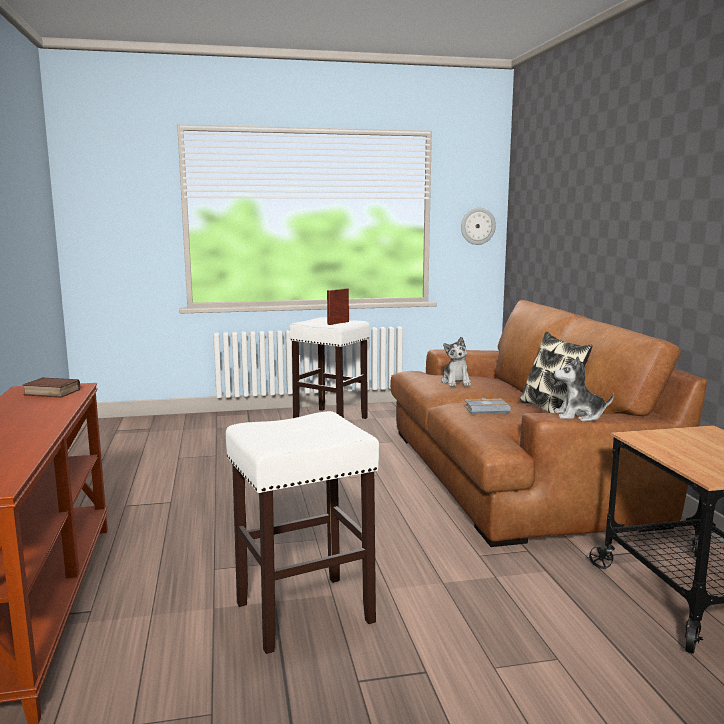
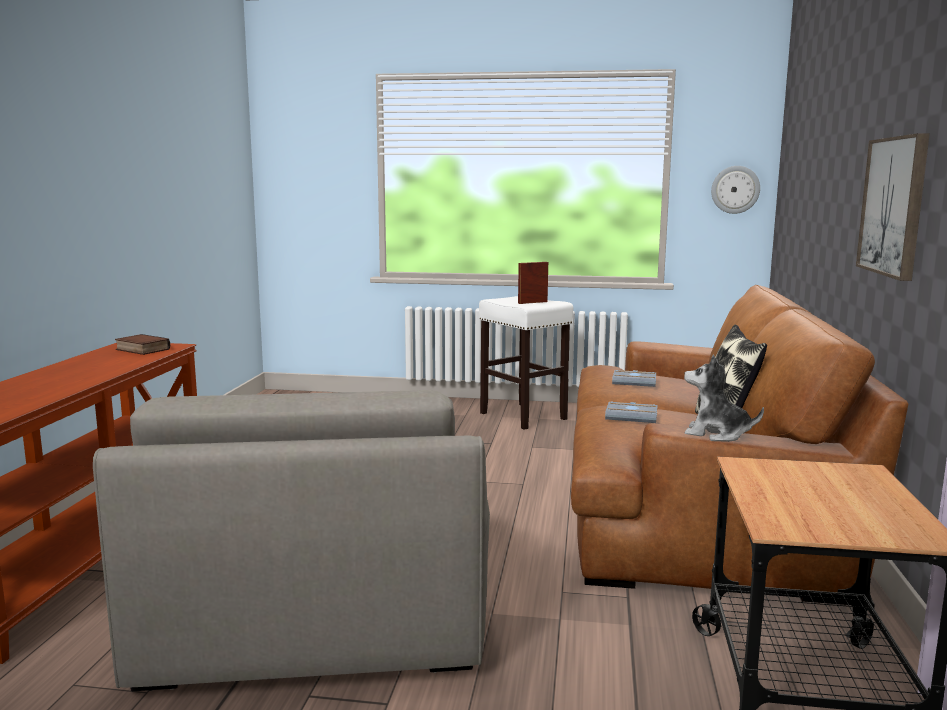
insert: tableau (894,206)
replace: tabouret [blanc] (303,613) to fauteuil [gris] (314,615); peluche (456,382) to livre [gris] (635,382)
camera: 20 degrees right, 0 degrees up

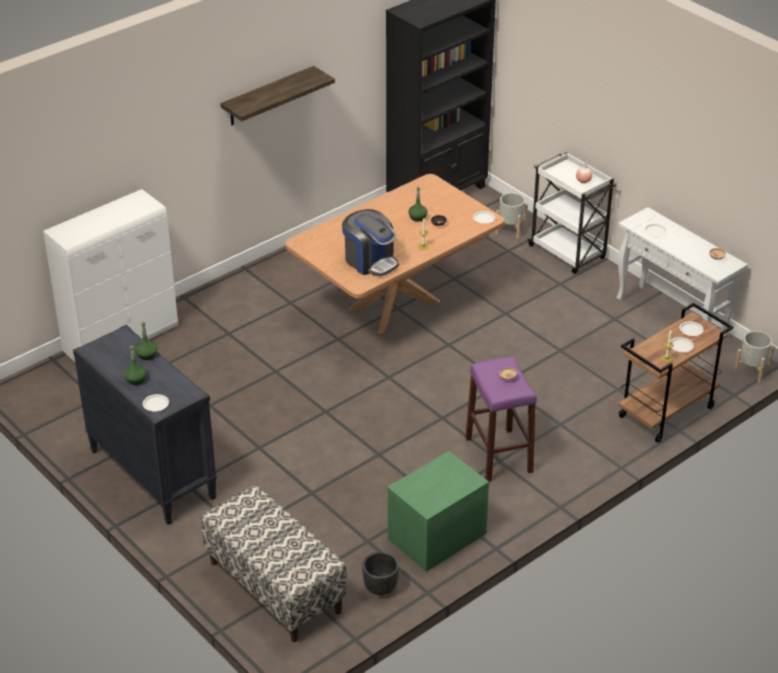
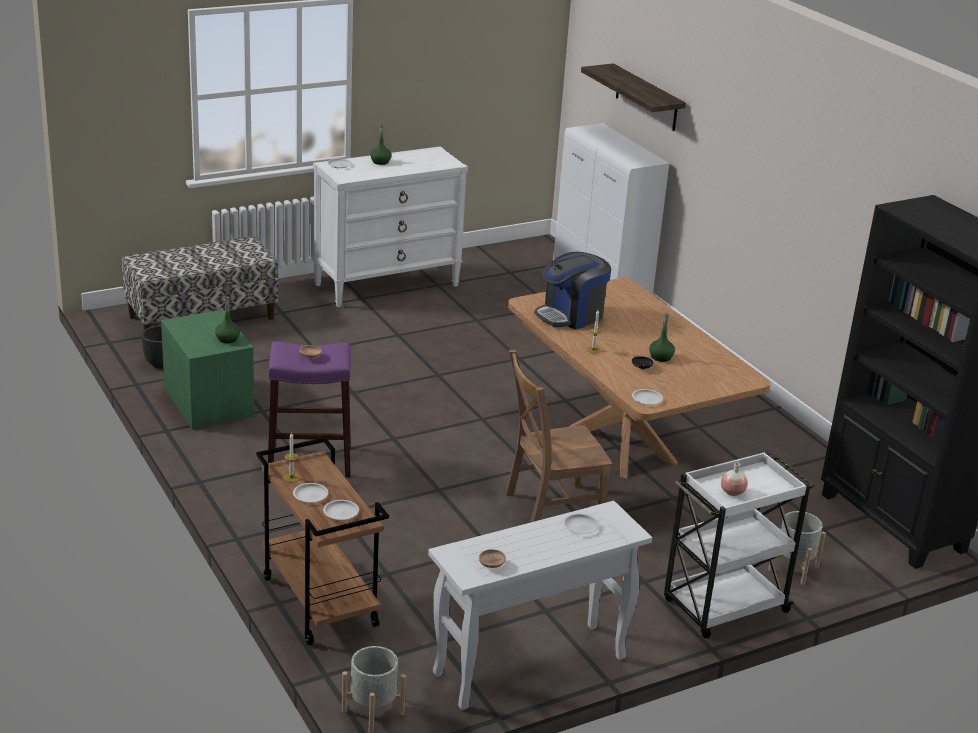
insert: chaise [marron] (549,509)
move: bouteille [vert] (146,355) to (227,339); étagère (268,96) to (646,98)
recolor: commode [noir] (152,474) to commode [blanc] (387,285)
camera: 100 degrees right, 10 degrees down

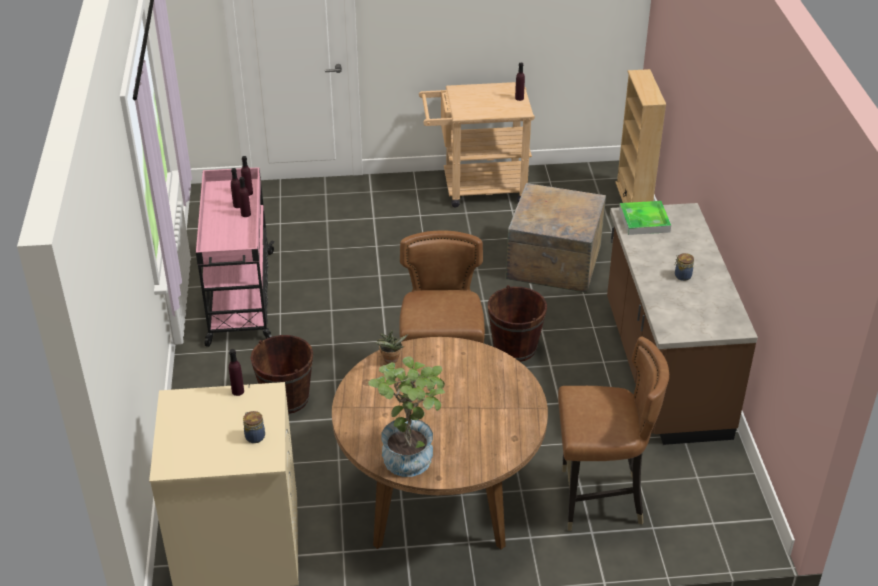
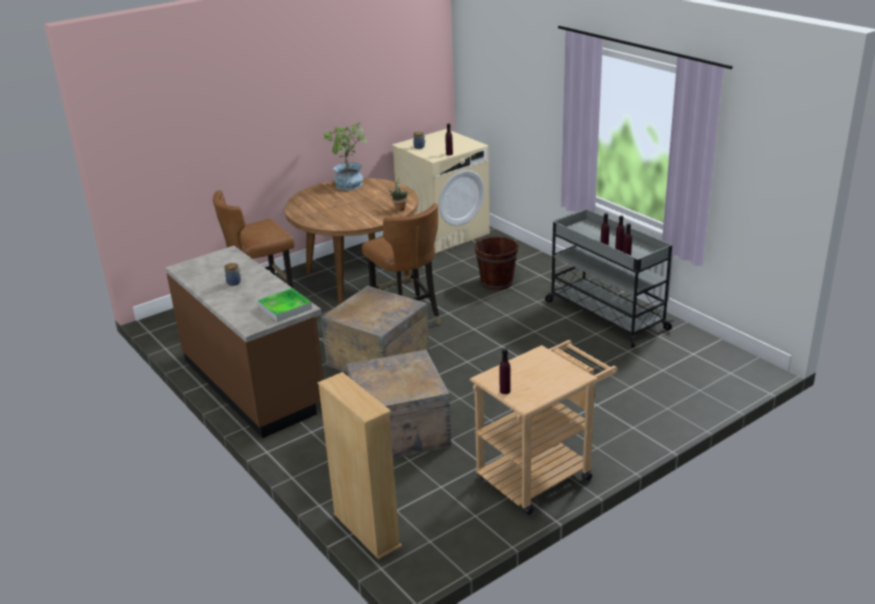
replace: seau [marron] (515,348) to caisse (378,357)
recolor: chariot [rose] (240,298) to chariot [gris] (605,314)
camera: 150 degrees right, 10 degrees down

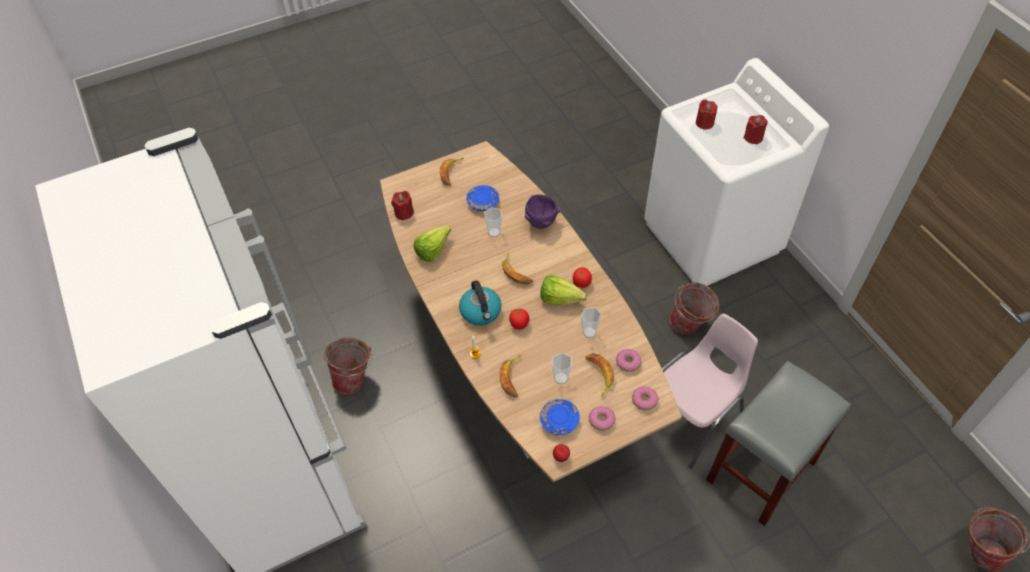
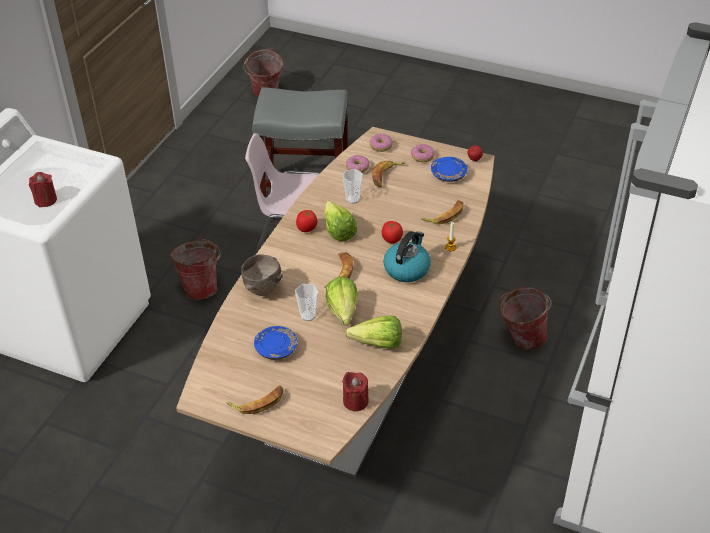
delete: tasse (561,378); bougie [rouge] (753,137)
insert: laitue (342,315)
move: seau (355,379) to (520,339)
recolor: bol [violet] (541,224) to bol [marron] (262,290)
camera: 130 degrees left, 10 degrees down

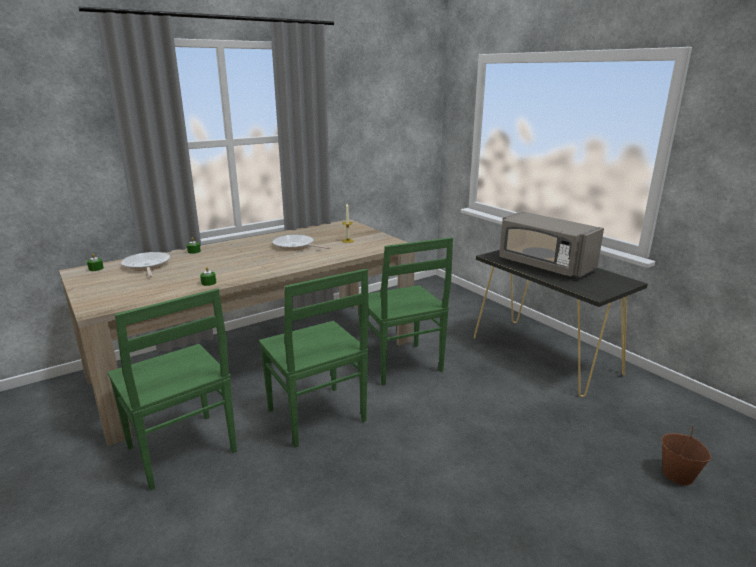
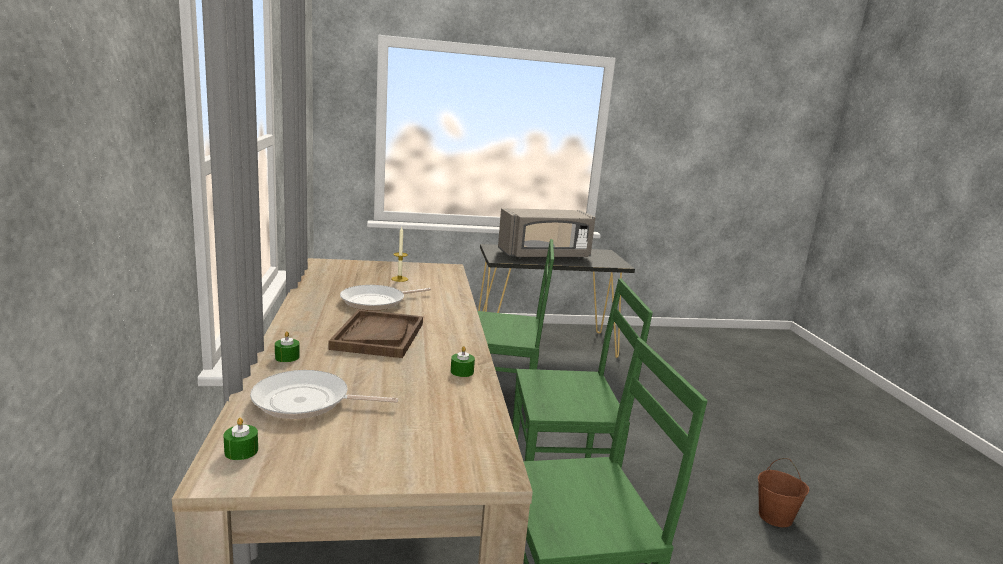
insert: plateau [marron] (378,336)
move: seau [marron] (678,475) to (775,517)
camera: 65 degrees left, 5 degrees down

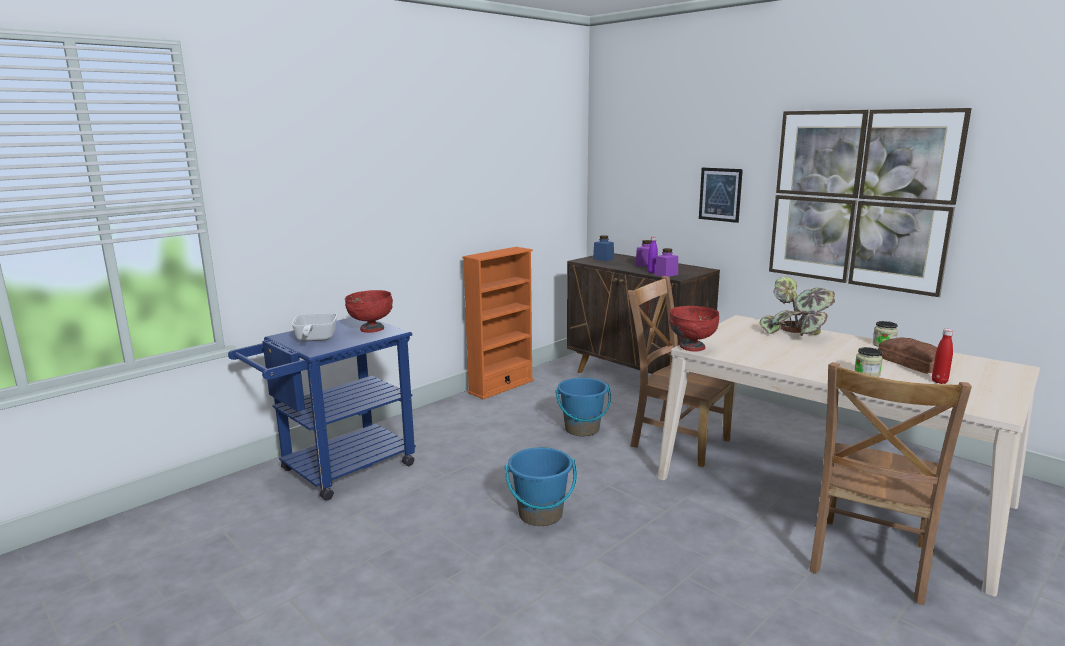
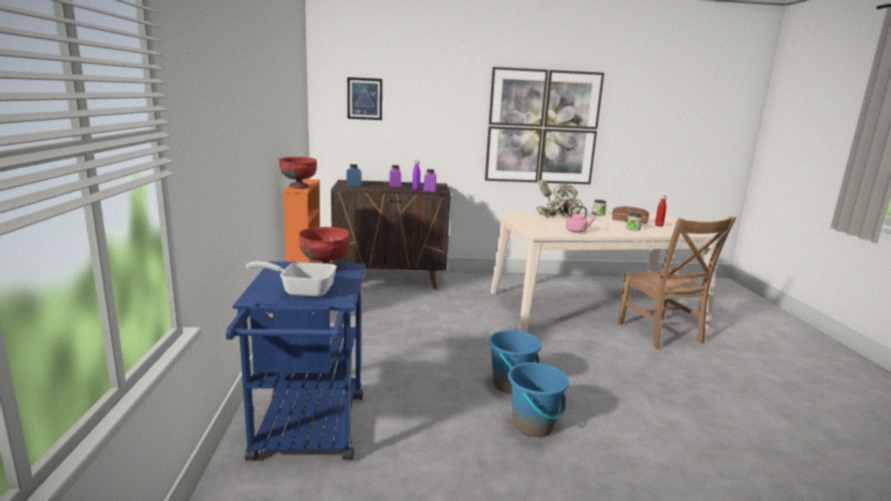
delete: chaise [marron] (676,441)
insert: bouilloire [rose] (577,231)
move: bol [rouge] (692,347) to (298,187); tableau (720,194) to (364,98); seau [bleu] (582,429) to (533,425)
rotate: poêle (314,339) = (302,291) 150 degrees clockwise
camera: 50 degrees left, 0 degrees up

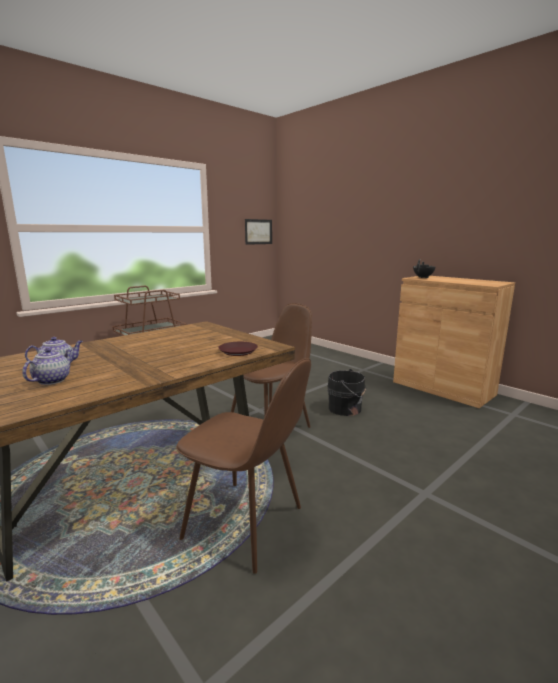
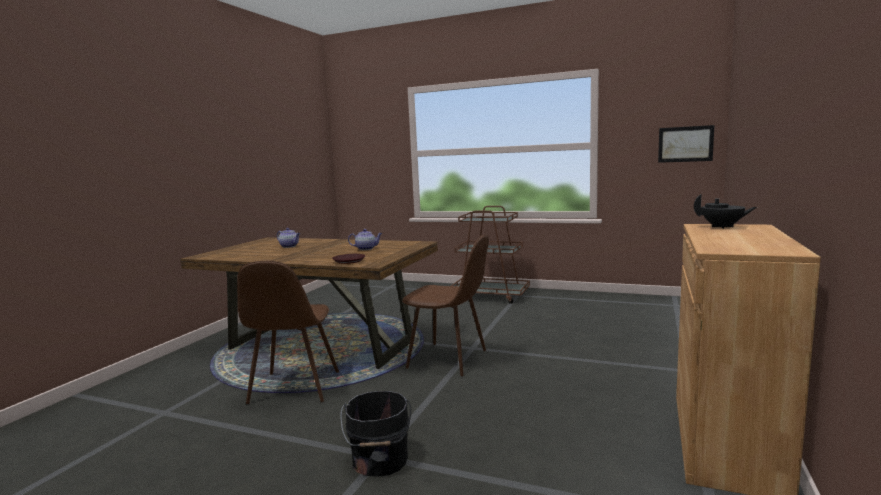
move: seau [noir] (346,409) to (379,461); théière (52,380) to (366,248)
camera: 65 degrees right, 5 degrees down

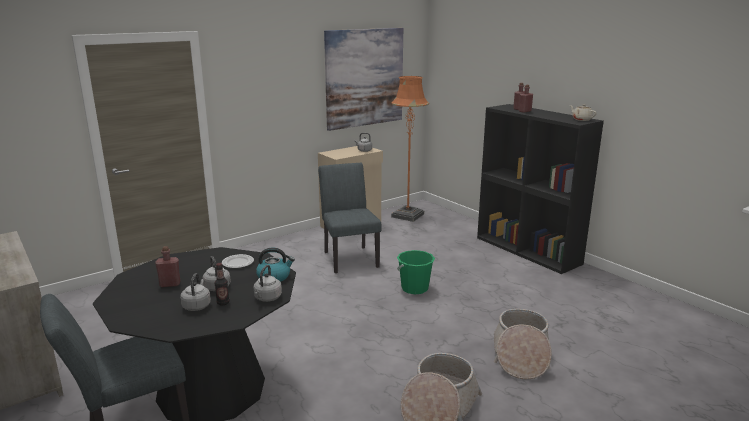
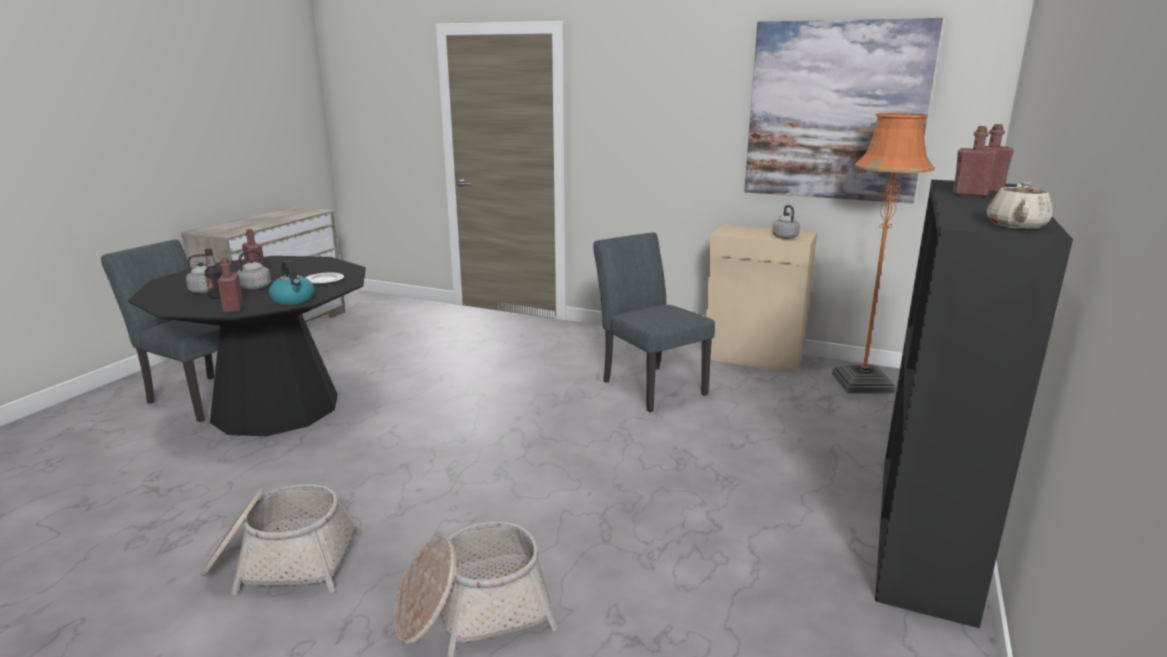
delete: seau [vert] (414,288)
replace: bouilloire [gris] (267,298) to bouteille [rouge] (233,309)
rotate: chaise [gris] (349,257) = (648,385) 75 degrees counterclockwise
camera: 60 degrees right, 0 degrees up

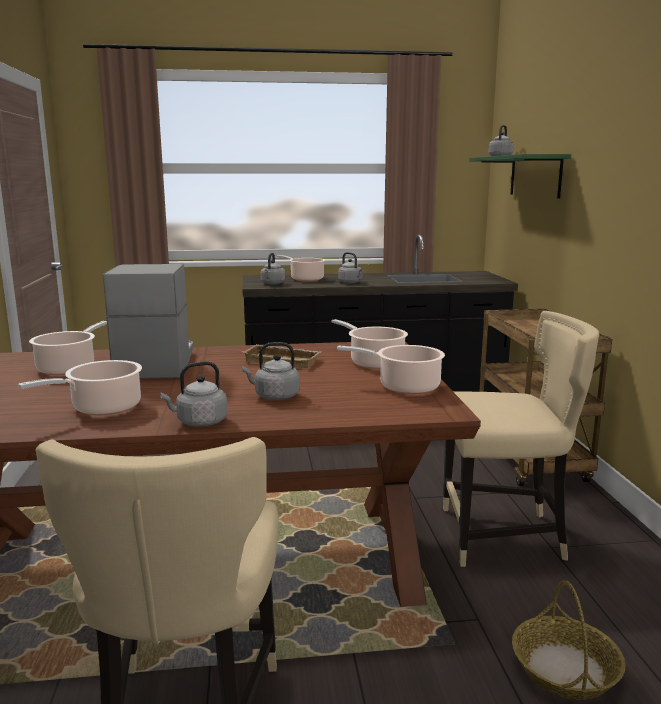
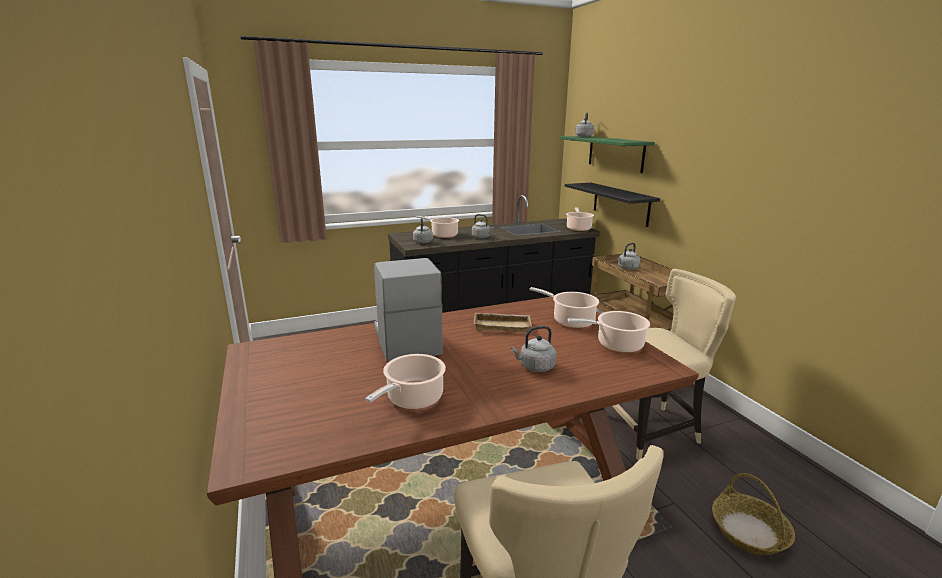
insert: étagère [noir] (620,203)
move: marmite (69,368) to (578,228); bouilloire [gris] (199,422) to (627,268)
camera: 15 degrees left, 5 degrees up

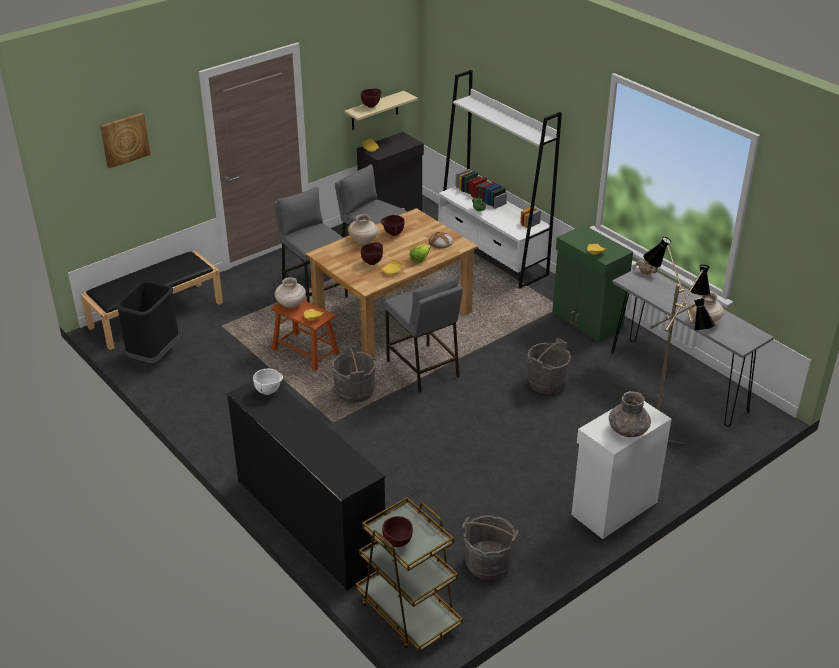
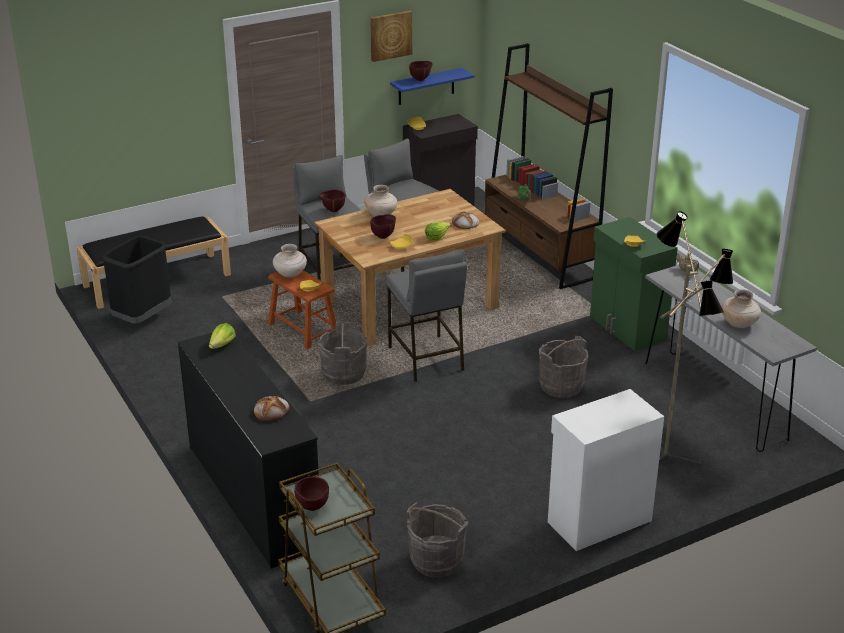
delete: vase [gris] (628,430)
insert: pain (272,411)
move: bol [marron] (392,234) to (332,210); tableau (124,139) to (390,35)
replace: bol [blanc] (269,392) to laitue (222,345)
recolor: étagère [beige] (374,111) to étagère [bleu] (426,86); bibliothèque [blanc] (492,256) to bibliothèque [marron] (539,255)
camera: 10 degrees right, 5 degrees down

